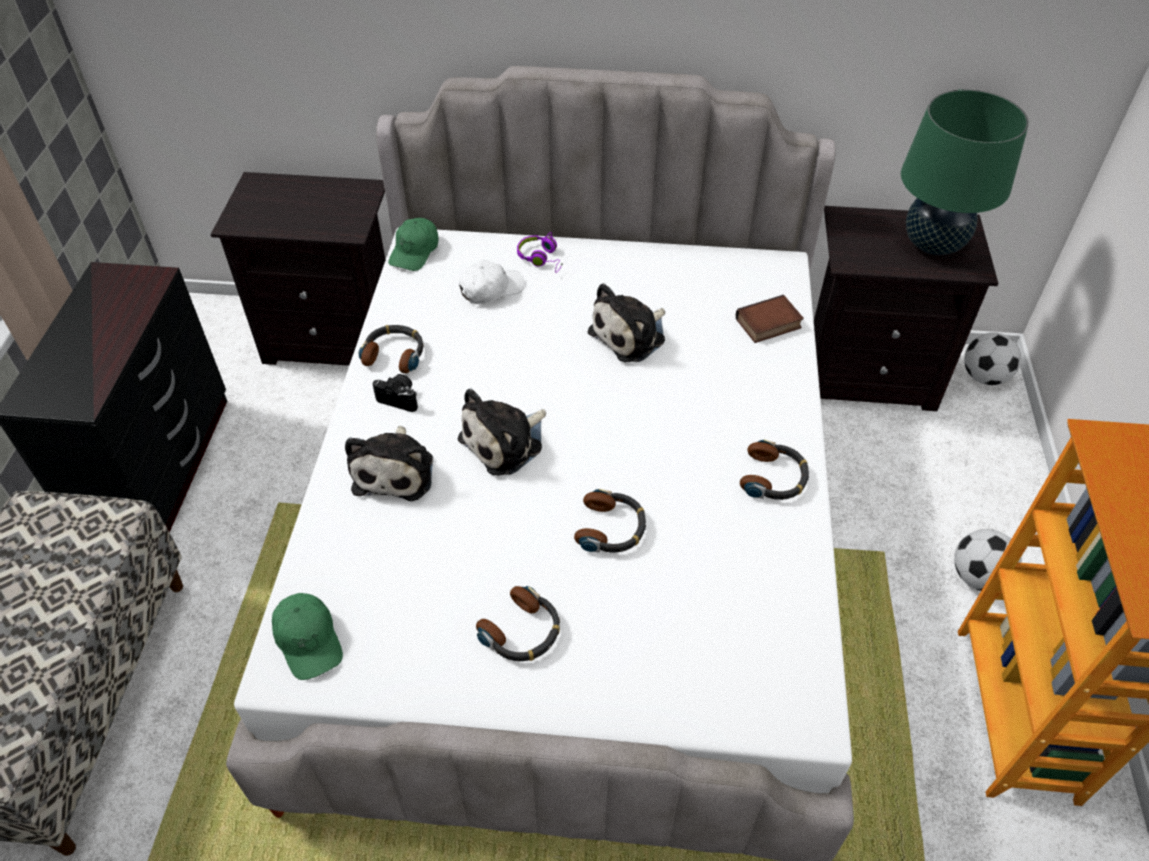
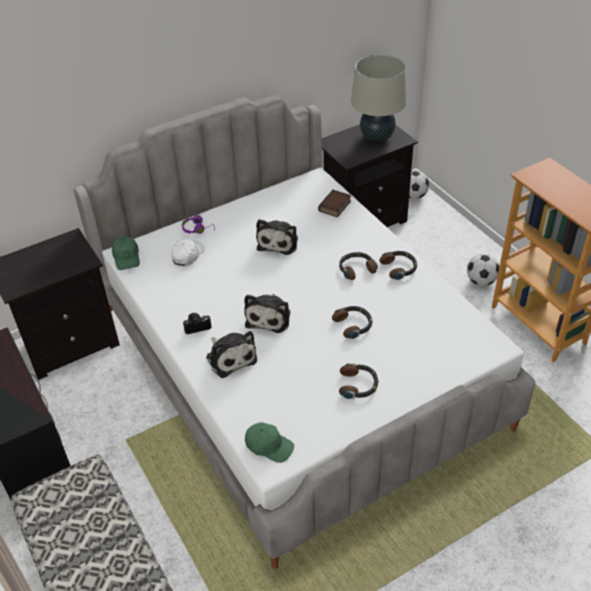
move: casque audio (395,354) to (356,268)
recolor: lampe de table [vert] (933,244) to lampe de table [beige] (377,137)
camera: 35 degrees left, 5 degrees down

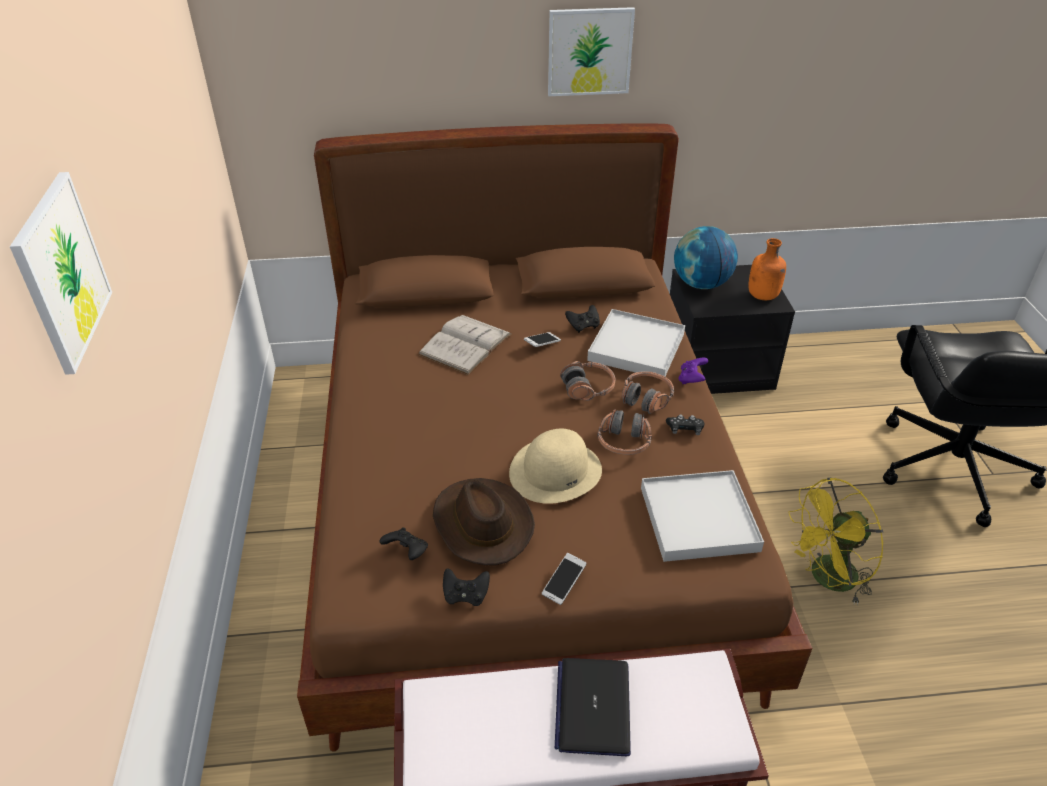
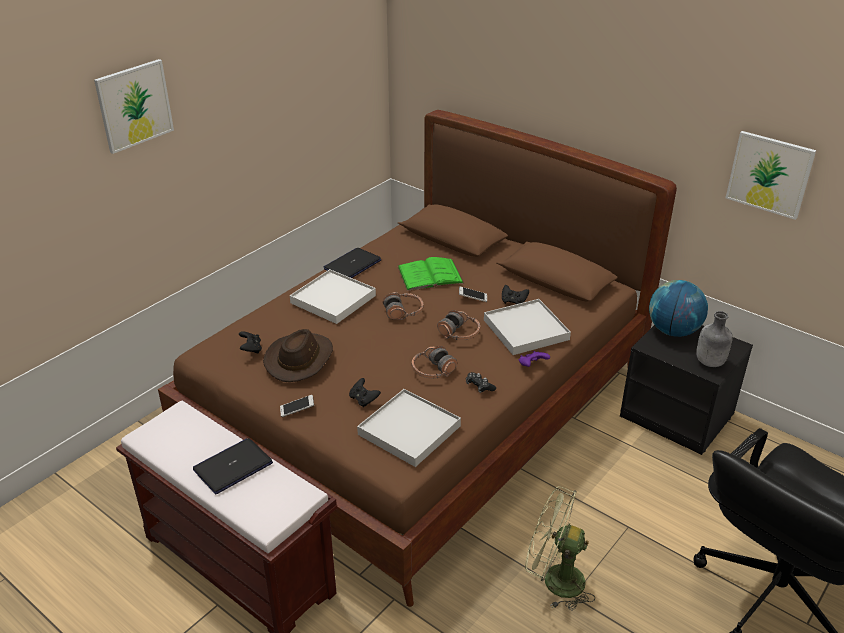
delete: chapeau [beige] (555,471)
insert: plateau [blanc] (333,299); ordinateur portable (352,265)
move: manette [noir] (466,595) to (363,400); casque audio (646,398) to (403,312); tableau (589,52) to (769,174)
recolor: livre [blanc] (465,344) to livre [vert] (430,275); ventilateur [jaune] (826,579) to ventilateur [vert] (554,580); bouteille [orange] (763,296) to bouteille [gris] (709,362)
camera: 45 degrees right, 5 degrees down

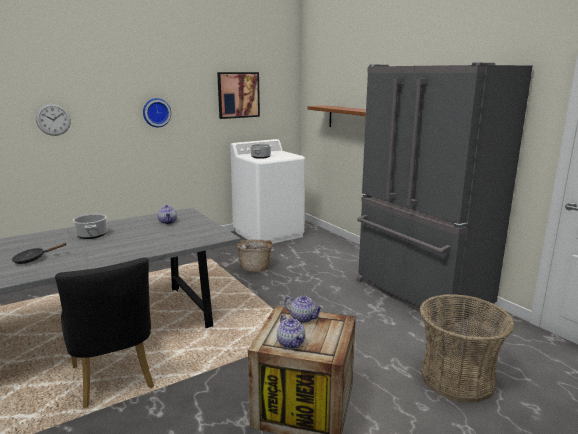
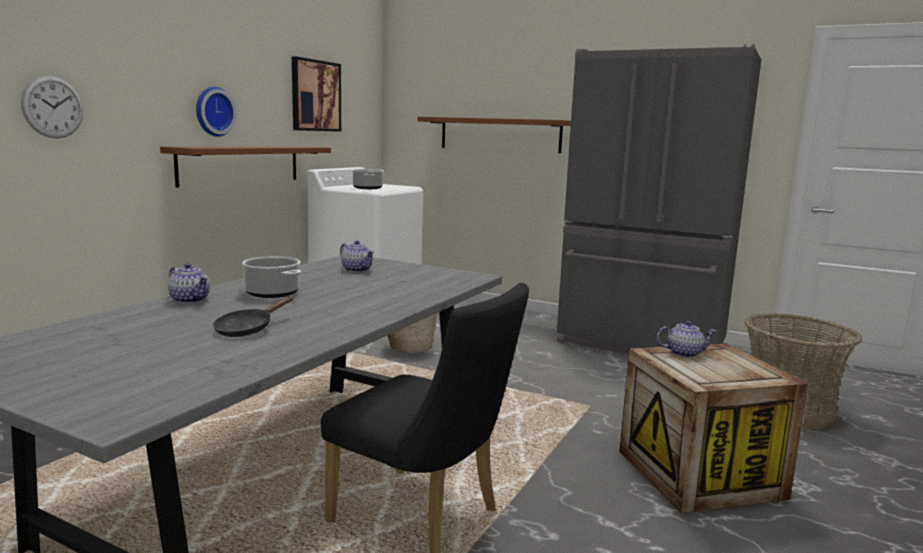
insert: étagère [marron] (240,164)
move: théière (291,343) to (190,300)
camera: 30 degrees left, 5 degrees down

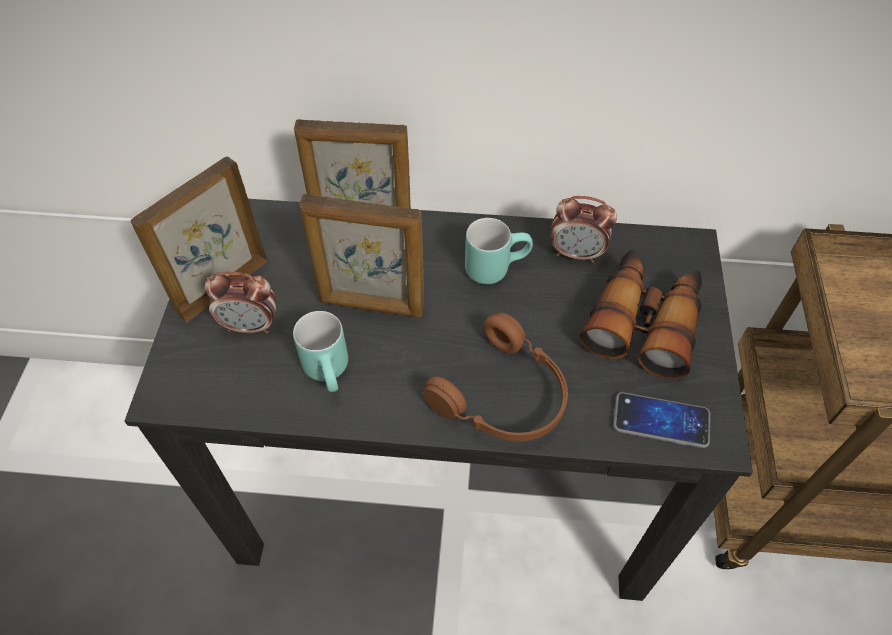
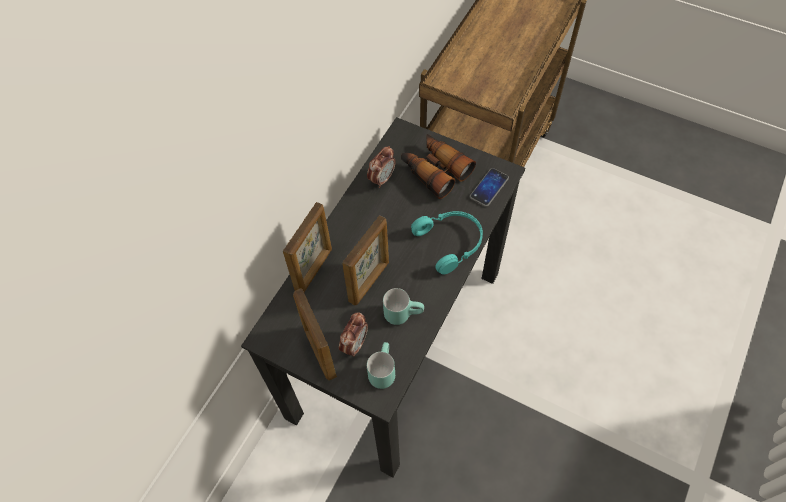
move: mug [turquoise] (495,266) to (381,370)
recolor: casque audio [marron] (504,397) to casque audio [turquoise] (451,242)
camera: 65 degrees left, 5 degrees up

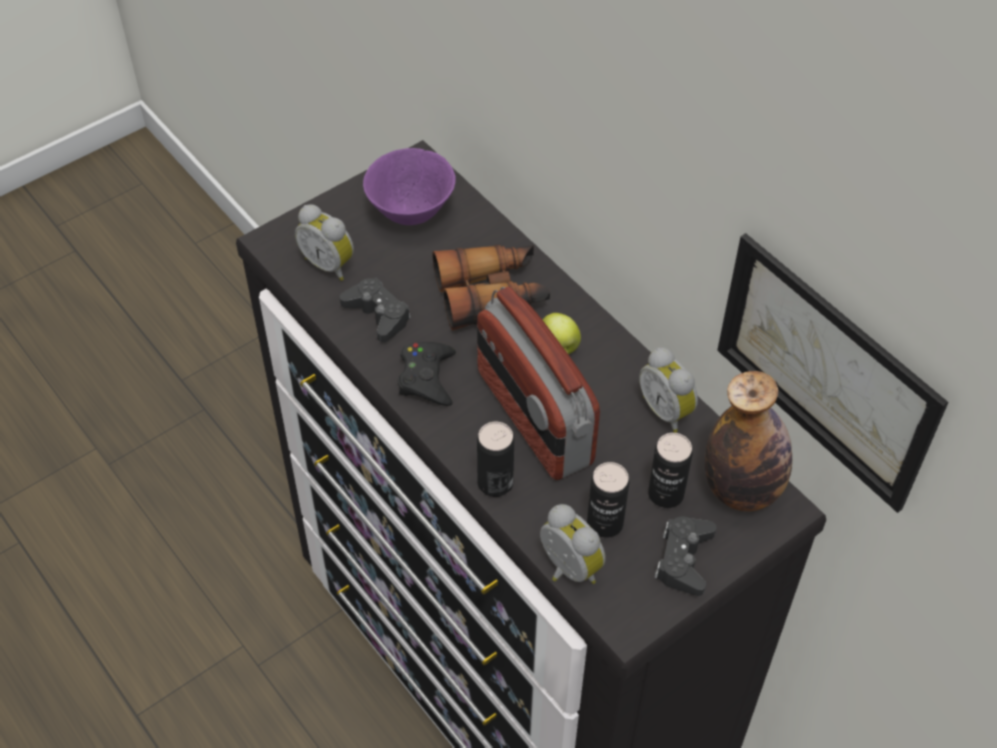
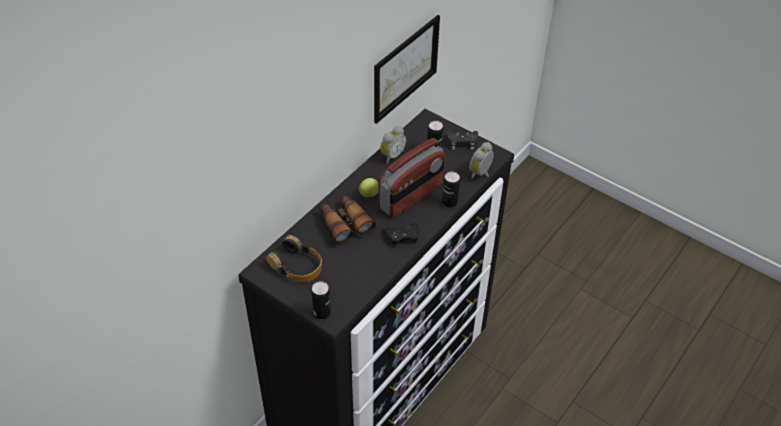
delete: réveil (330,264); manette [noir] (377,314); bouteille (742,489)
move: boîte métallique (605,523) to (322,312)
replace: bol [violet] (410,213) to casque audio (297,265)
camera: 105 degrees left, 5 degrees down

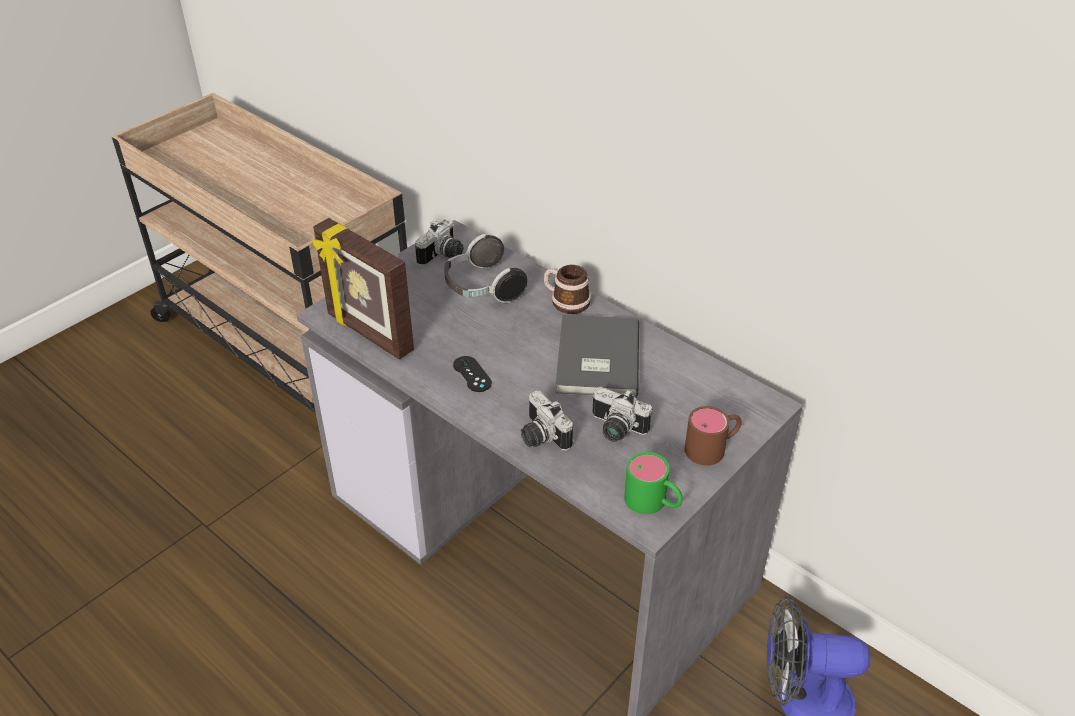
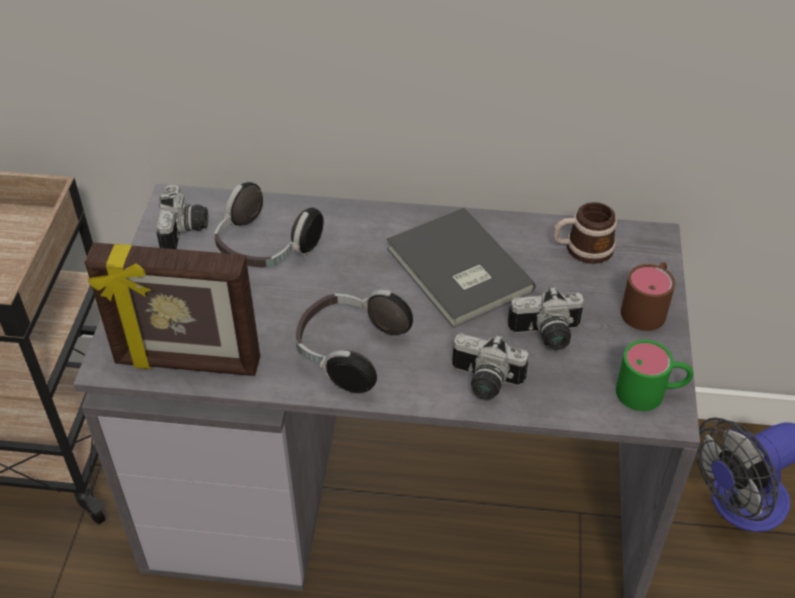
move: mug (565,301) to (582,249)
replace: manette [noir] (472,374) to casque audio (349,351)
camera: 35 degrees left, 5 degrees up

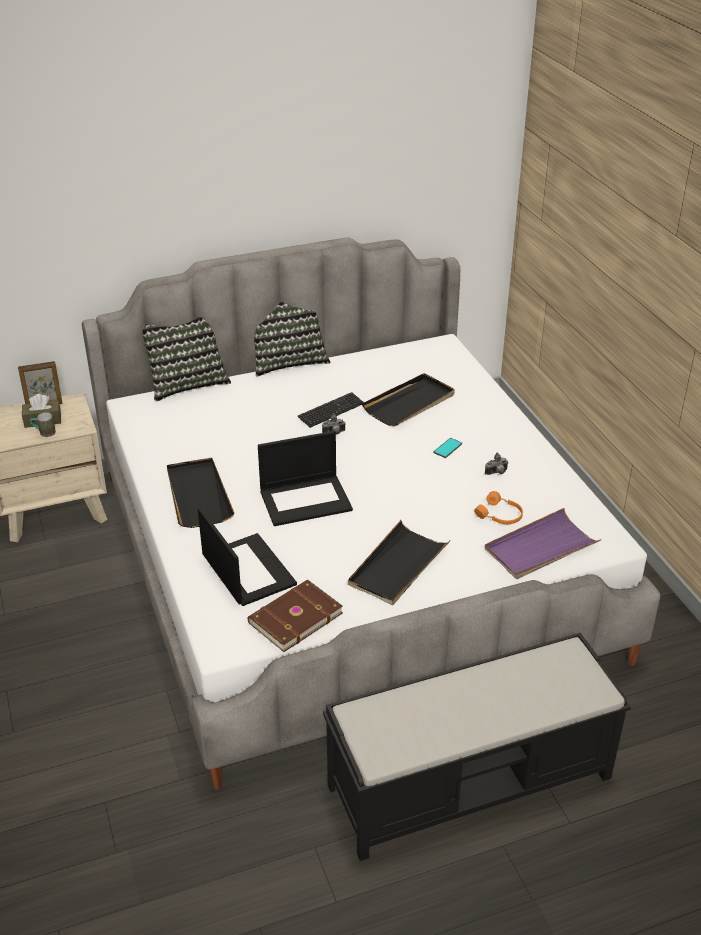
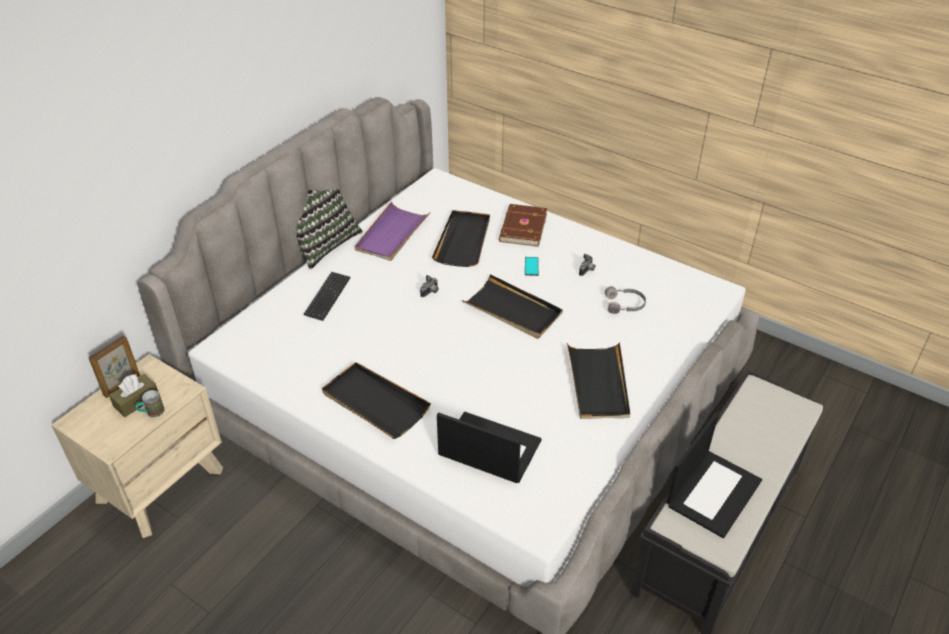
delete: coussin (187,383)
insert: plateau [noir] (513,310)
move: clavier (331,411) to (327,297); plateau [violet] (540,548) to (392,234); livre [marron] (294,617) to (522,228); ordinateur portable (306,500) to (713,491)
recolor: casque audio [orange] (500,516) to casque audio [gris] (625,305)
camera: 35 degrees left, 5 degrees up

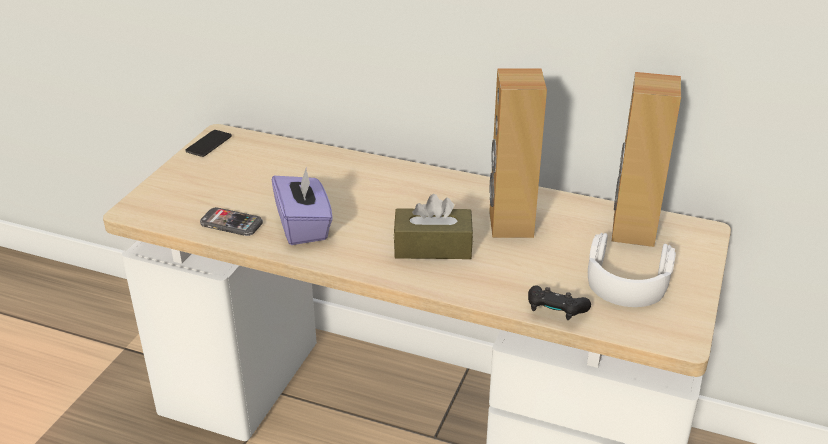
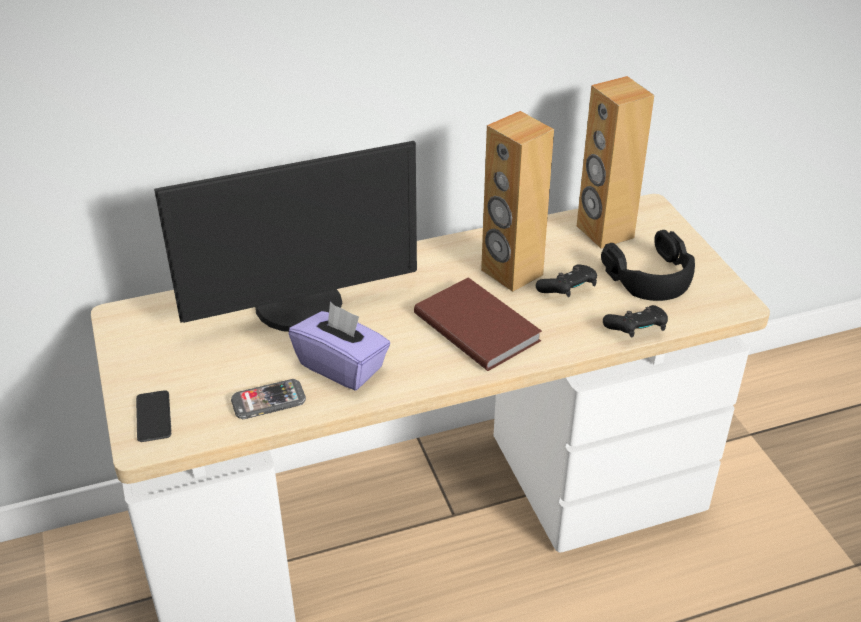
insert: écran d'ordinateur (300,307); manette [noir] (568,290)
move: téléphone (209,144) to (153,417)
replace: boîte à mouchoirs [marron] (433,247) to livre [marron] (478,325)
recolor: casque audio [blanc] (627,280) to casque audio [noir] (650,276)
camera: 40 degrees left, 5 degrees up

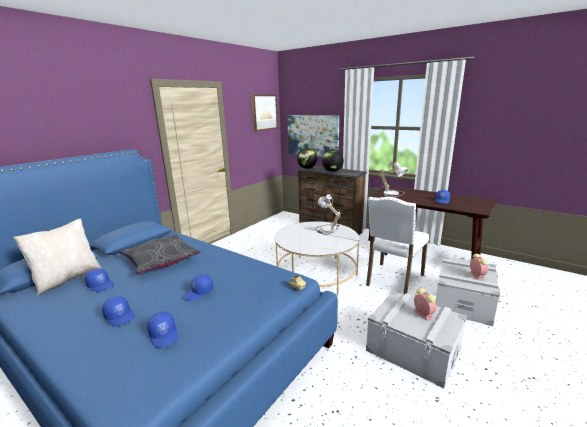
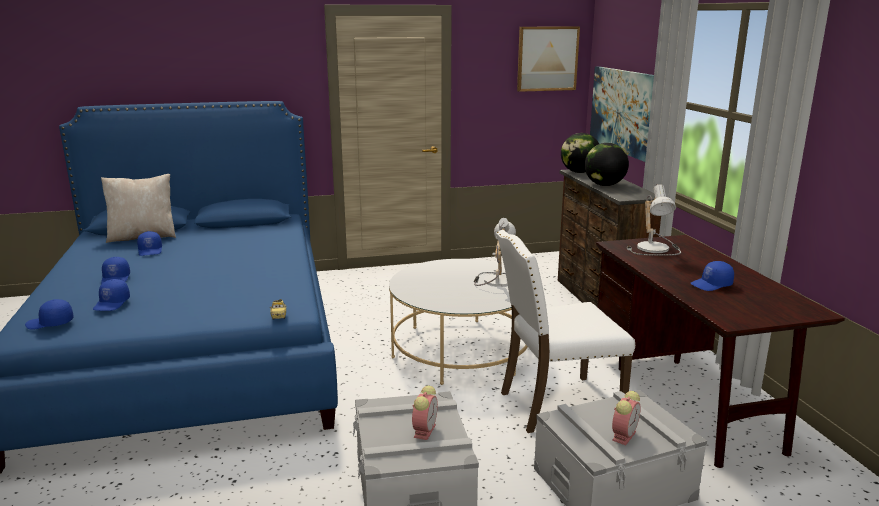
delete: coussin [gris] (161,260)
move: casquette [bleu] (199,293) to (50,323)
camera: 40 degrees right, 0 degrees up

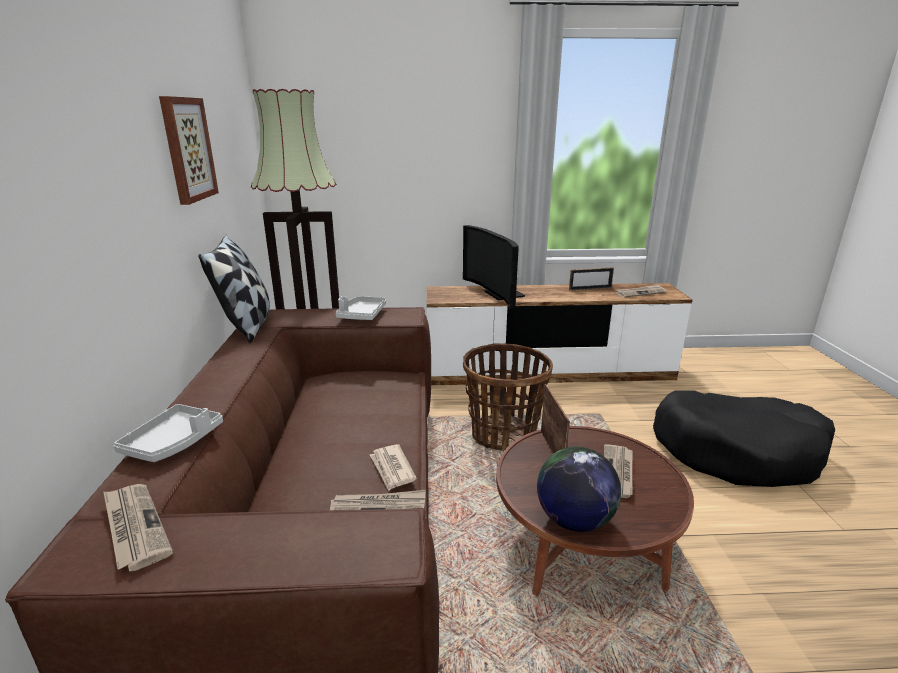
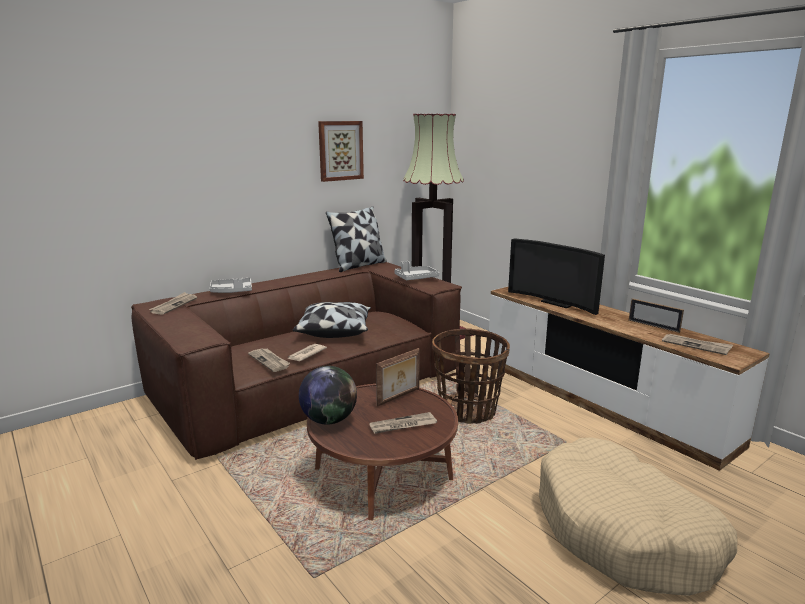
insert: coussin (334,330)
recolor: panier pour chien [noir] (736,451) to panier pour chien [beige] (624,532)
rotate: téléviseur (498,294) = (557,302) 75 degrees counterclockwise
camera: 55 degrees right, 5 degrees down

